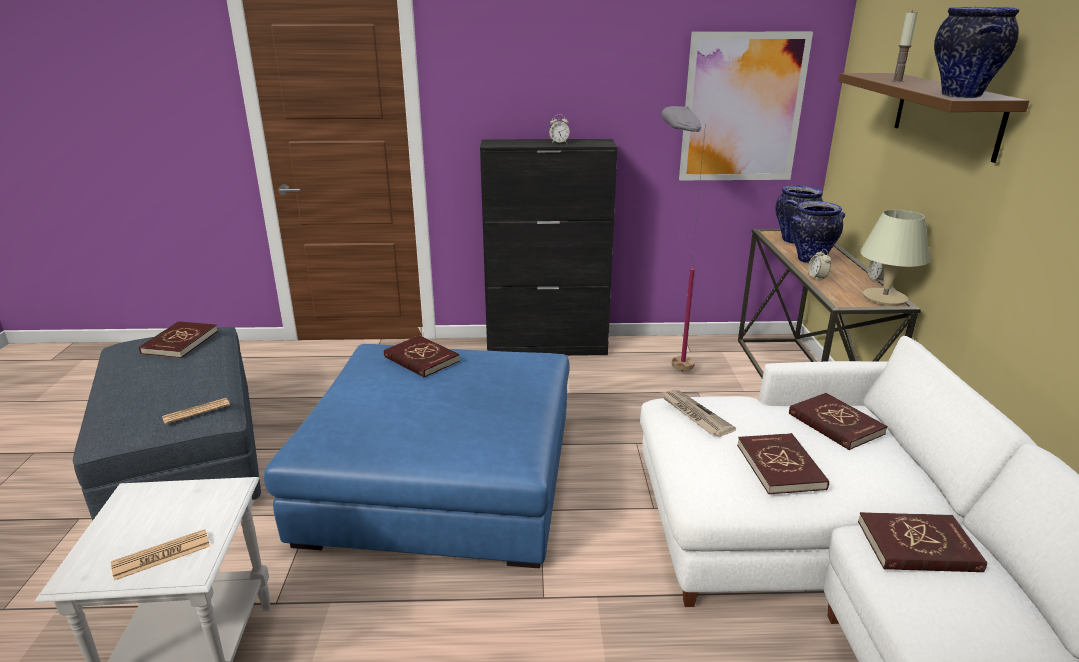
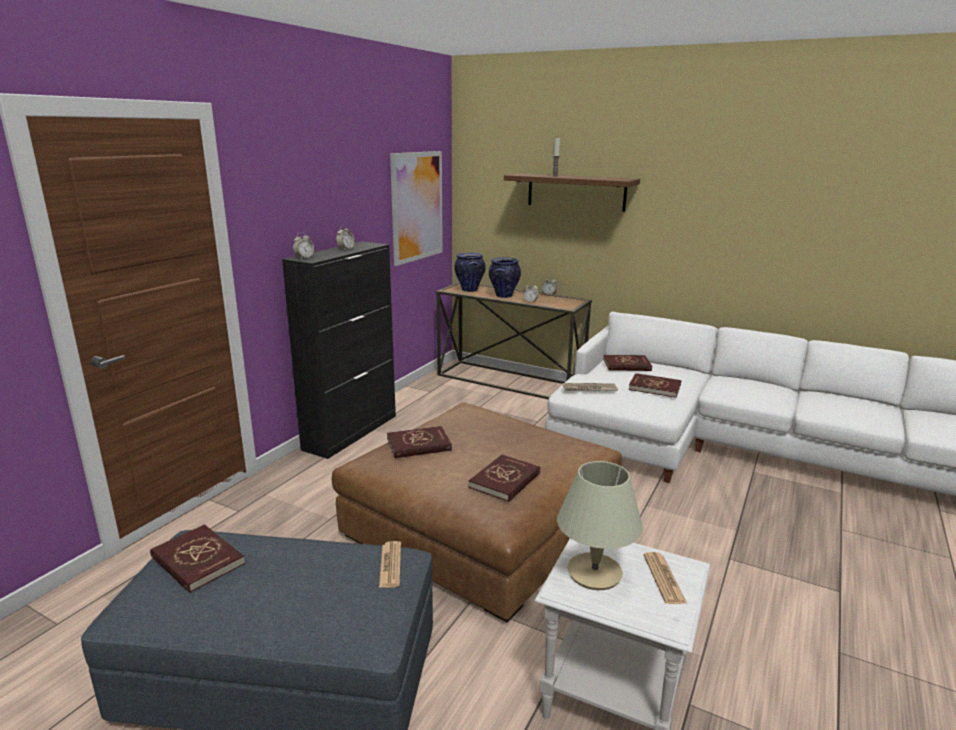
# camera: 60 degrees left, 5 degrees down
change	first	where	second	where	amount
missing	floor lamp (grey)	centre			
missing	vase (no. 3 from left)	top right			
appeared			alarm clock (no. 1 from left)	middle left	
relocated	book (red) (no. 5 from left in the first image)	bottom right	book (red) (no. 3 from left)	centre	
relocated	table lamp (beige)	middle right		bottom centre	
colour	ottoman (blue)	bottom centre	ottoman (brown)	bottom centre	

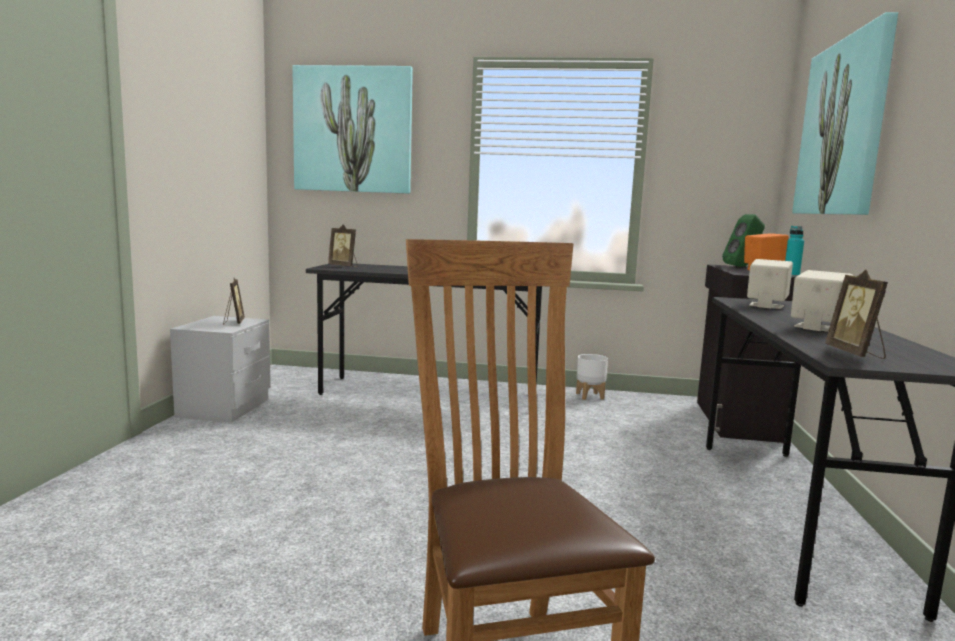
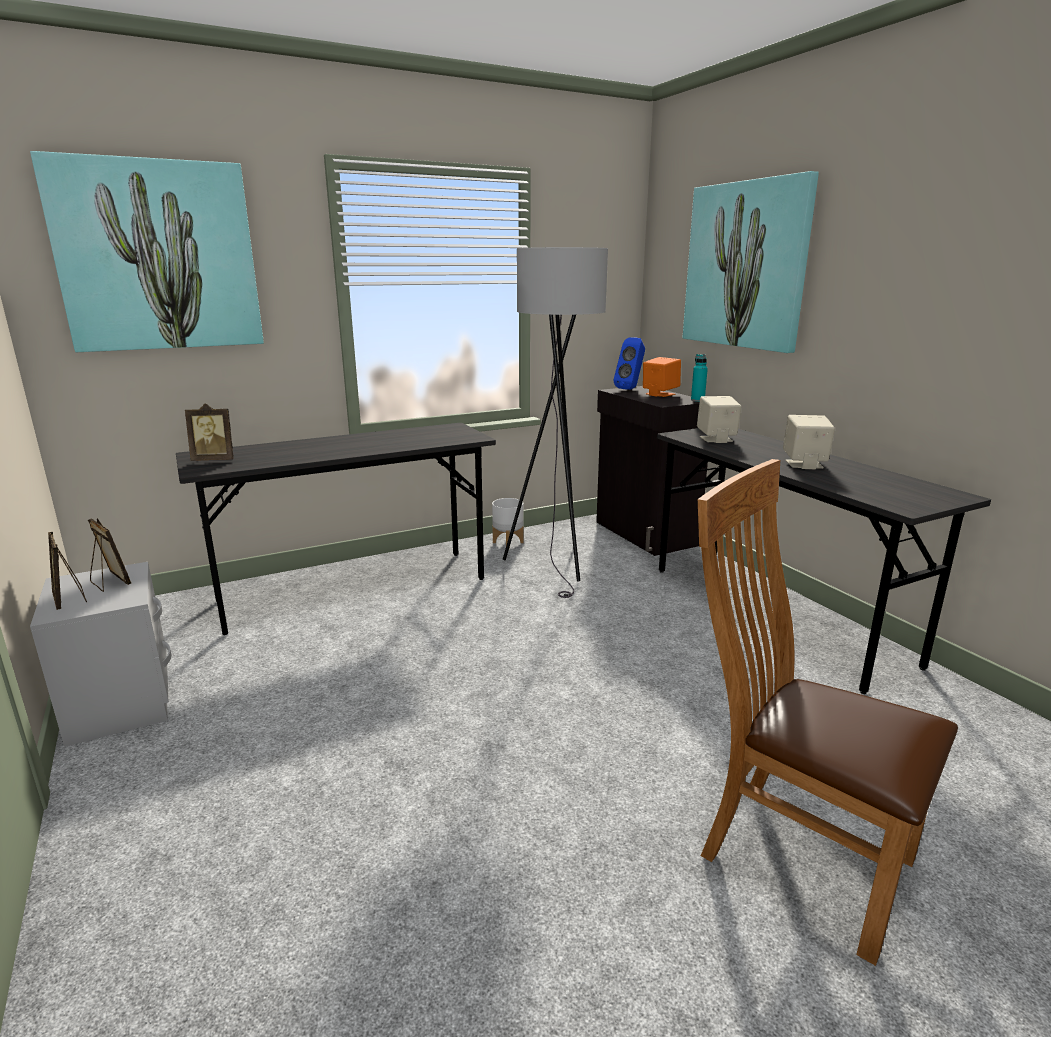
# camera: 35 degrees left, 10 degrees up
change	first	where	second	where	amount
appeared			floor lamp (grey)	centre	
relocated	picture frame (no. 3 from left in the first image)	middle right	picture frame (no. 1 from left)	middle left	
colour	speaker (green)	middle right	speaker (blue)	centre	

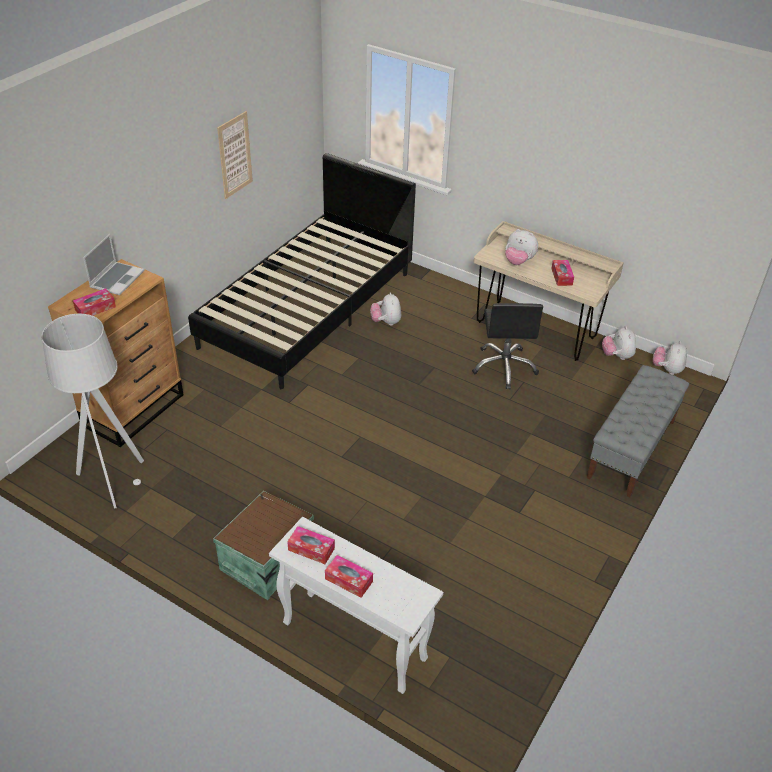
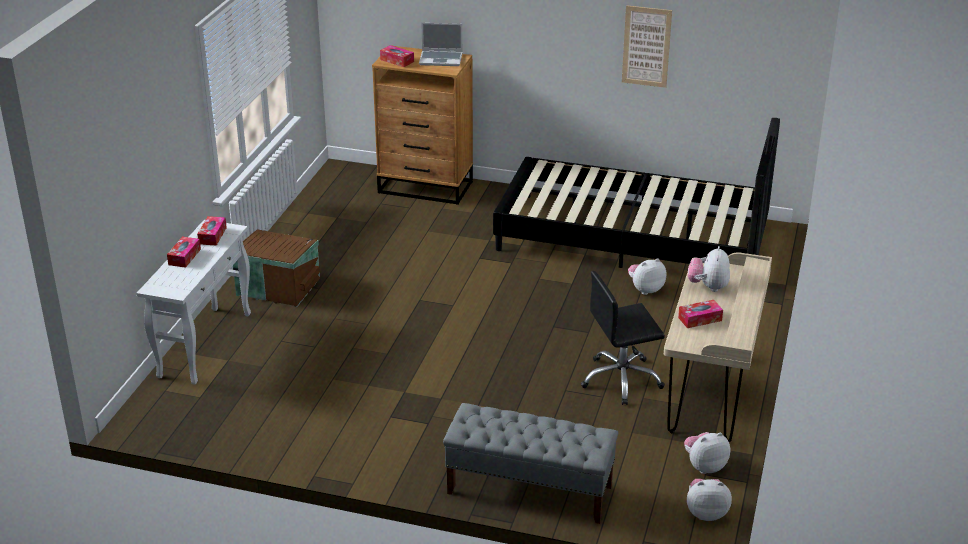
# camera: 75 degrees right, 10 degrees down
change	first	where	second	where	amount
missing	floor lamp (grey)	middle left			

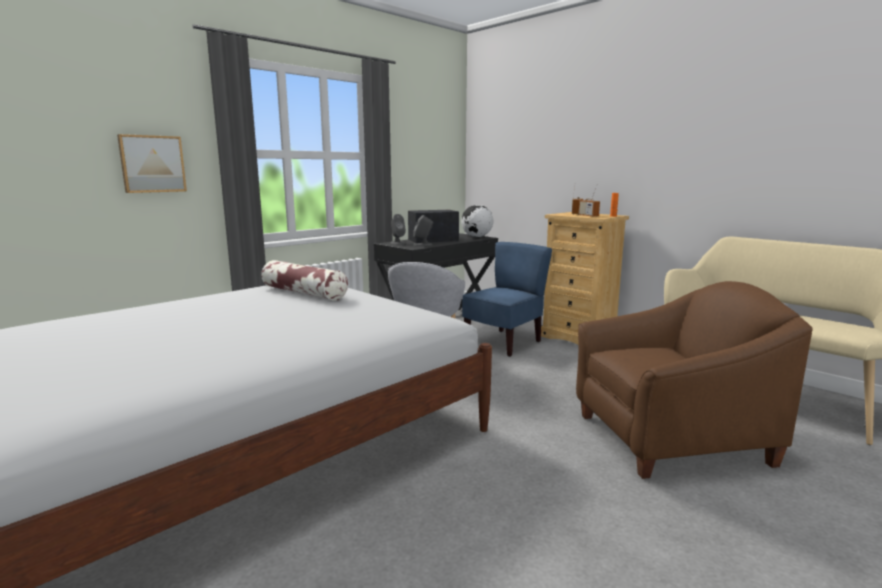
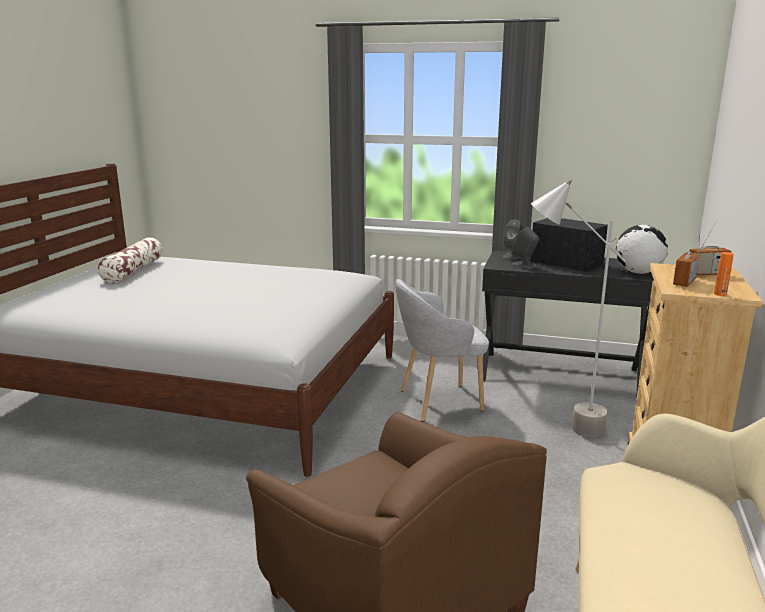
# camera: 60 degrees right, 5 degrees up
change	first	where	second	where	amount
missing	picture	top left			
relocated	pillow	centre		middle left	
exchanged	chair (blue)	centre	floor lamp (grey)	middle right	

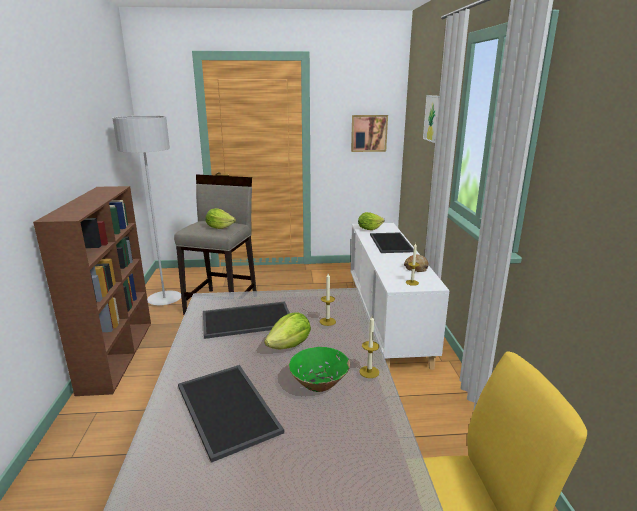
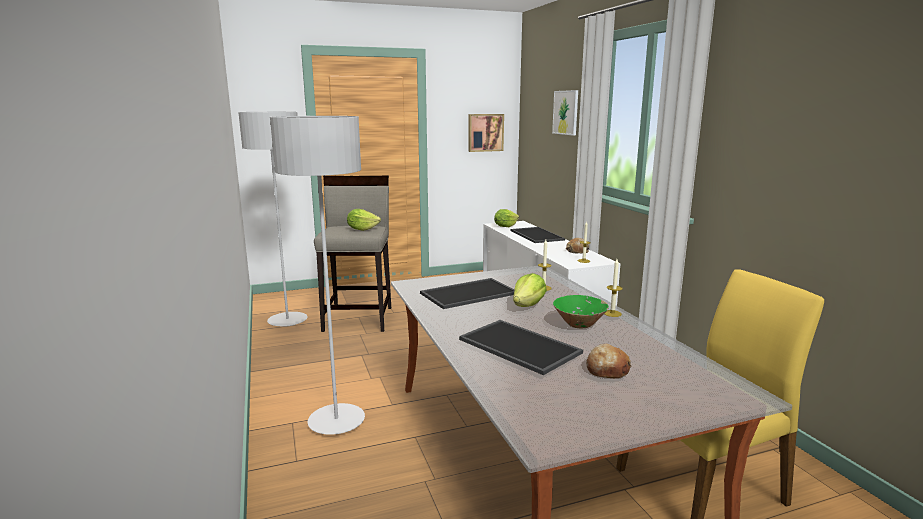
# camera: 15 degrees left, 5 degrees down
change	first	where	second	where	amount
missing	bookcase (brown)	middle left			
appeared			floor lamp (grey) (no. 2 from left)	centre	
appeared			bread (no. 2 from left)	bottom centre	

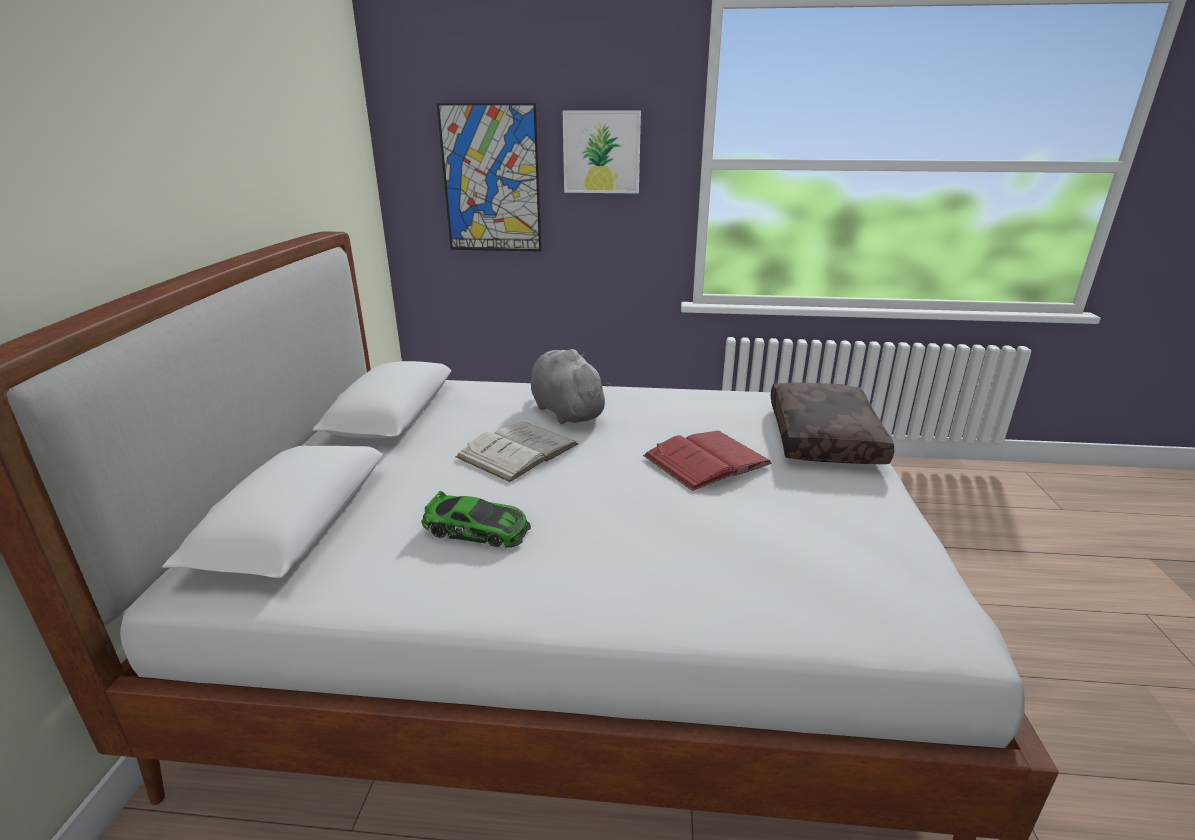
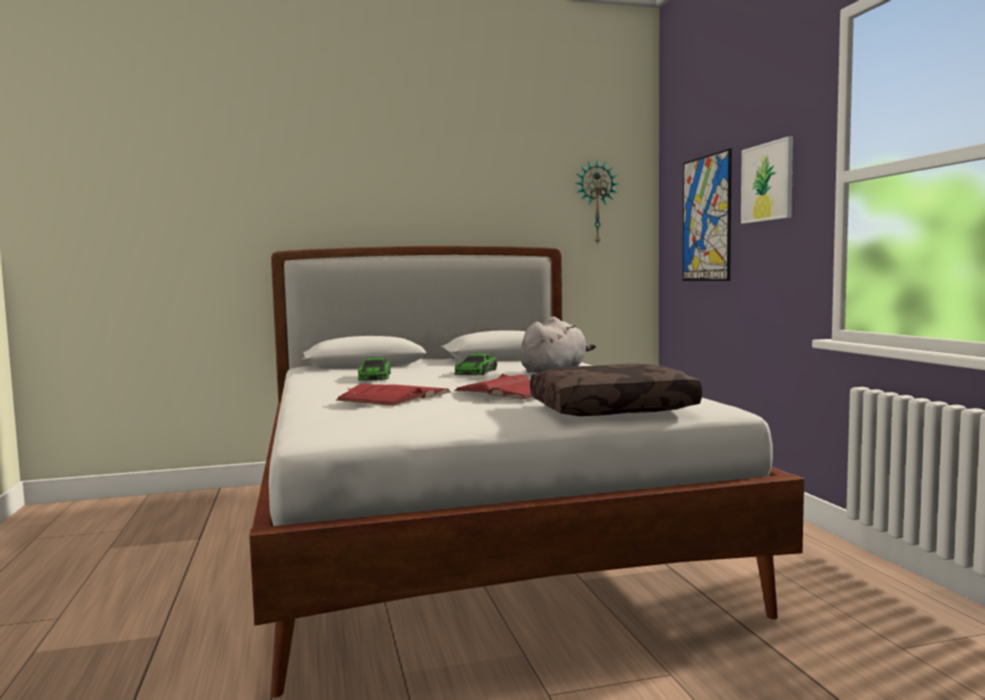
# camera: 70 degrees right, 20 degrees down
change	first	where	second	where	amount
appeared			book (red) (no. 1 from left)	centre	
appeared			wall clock	top centre	
exchanged	book (white)	centre	toy car (no. 2 from left)	centre	

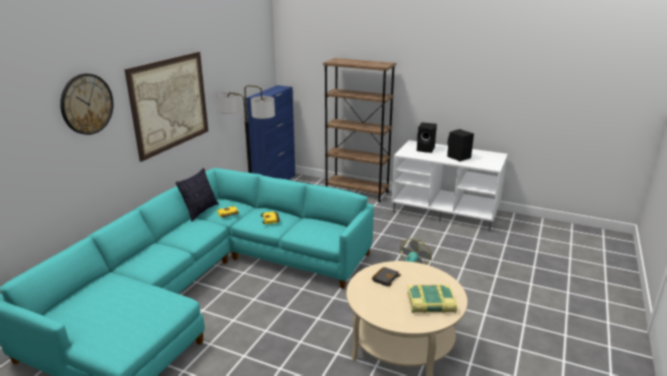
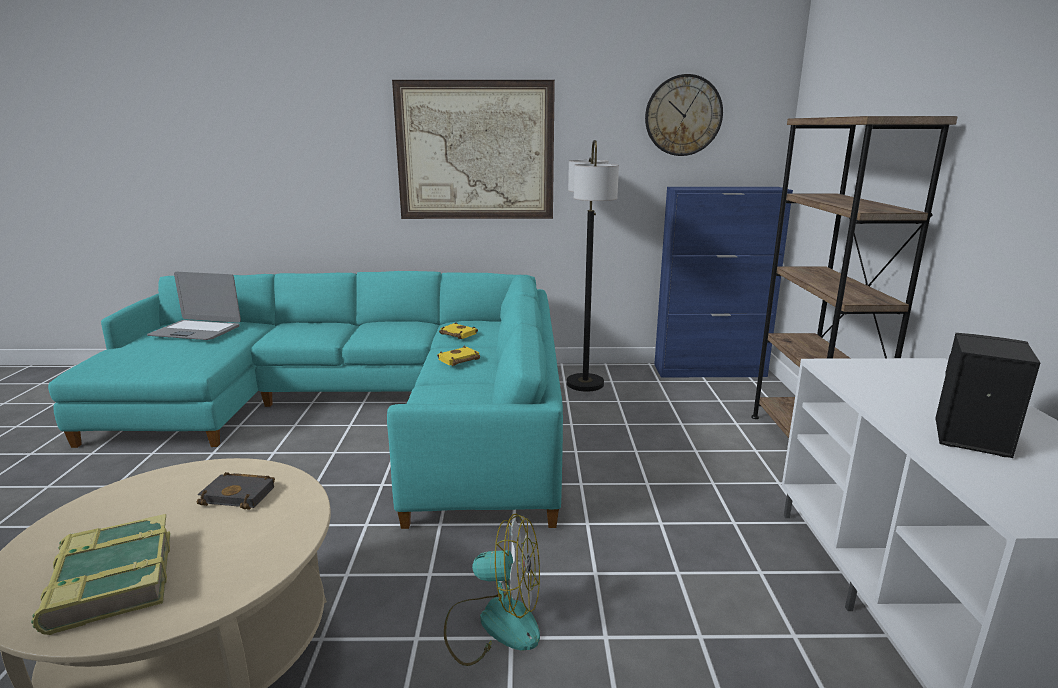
# camera: 65 degrees right, 5 degrees down
change	first	where	second	where	amount
missing	pillow	middle left			
missing	speaker (black) (no. 1 from left)	centre			
appeared			laptop	middle left	
relocated	wall clock	top left		top centre	

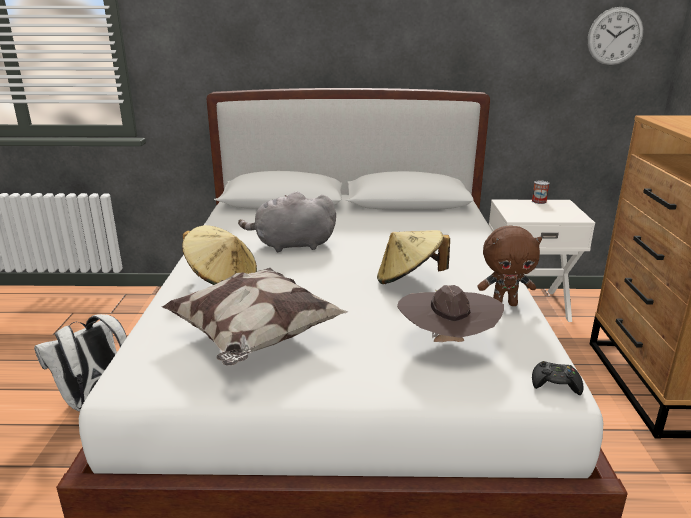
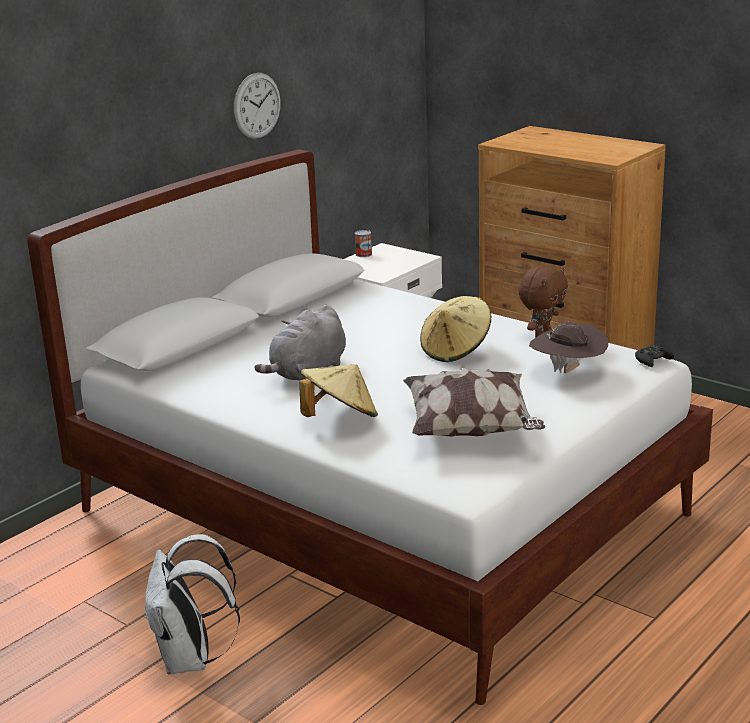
# camera: 50 degrees left, 0 degrees up
change	first	where	second	where	amount
relocated	wall clock	top right		top centre	

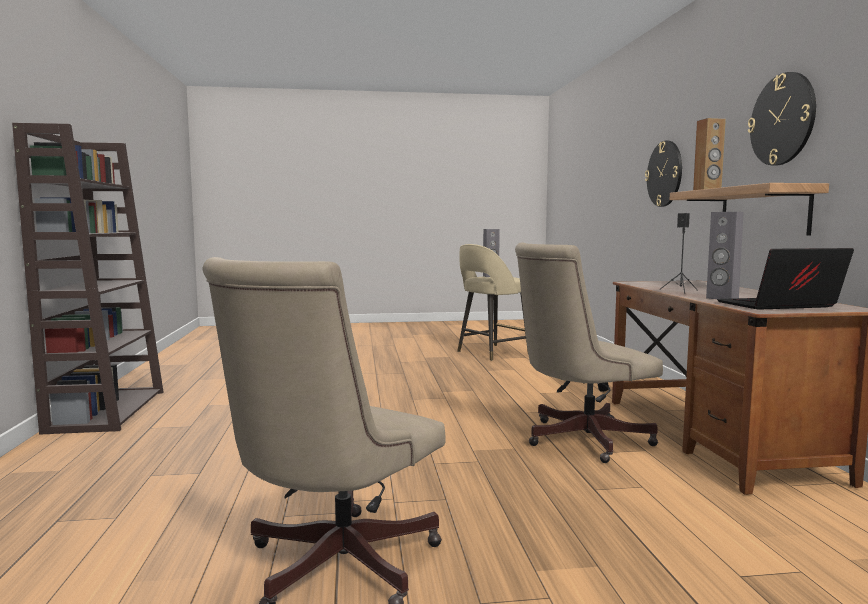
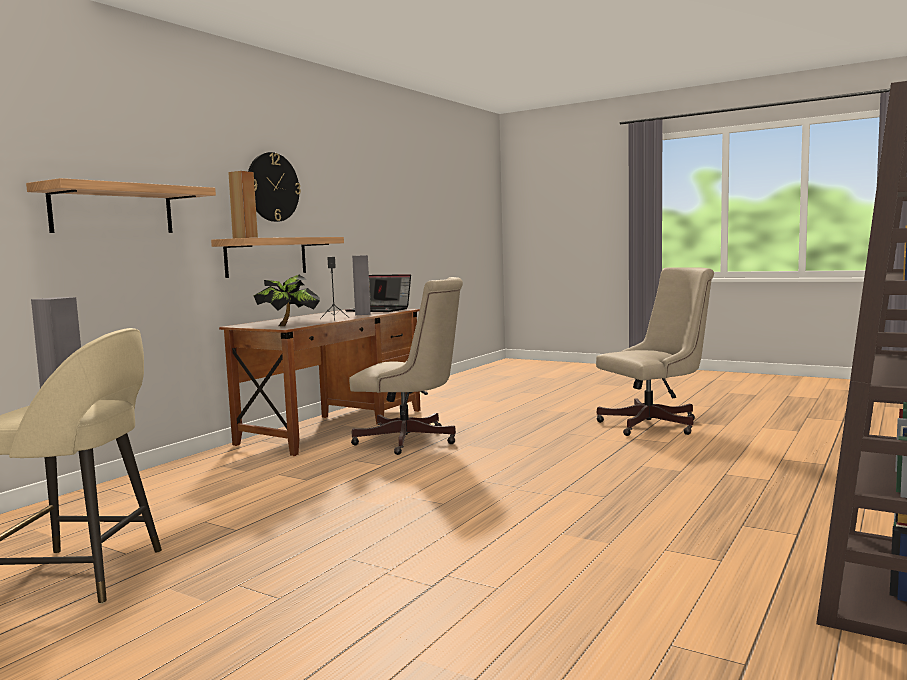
# camera: 140 degrees left, 0 degrees up
change	first	where	second	where	amount
appeared			potted plant	middle left	
exchanged	wall clock (no. 1 from left)	top right	shelf (no. 1 from left)	top left	

